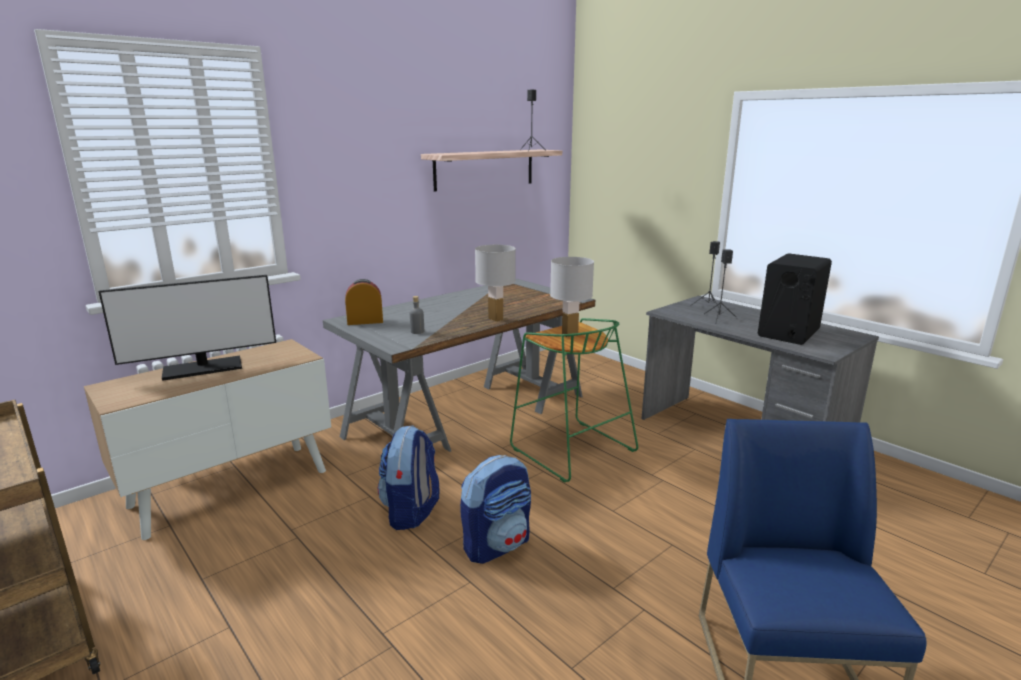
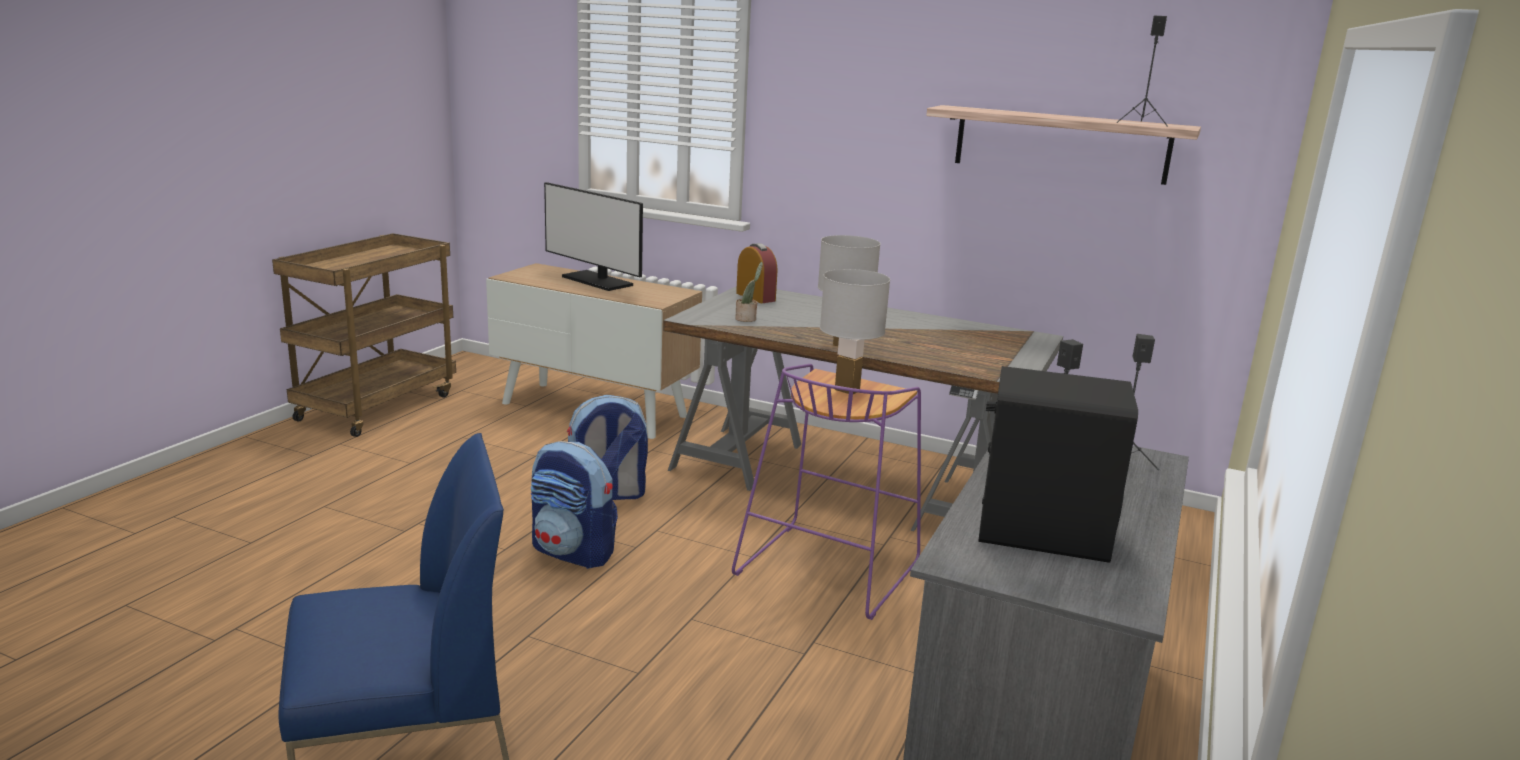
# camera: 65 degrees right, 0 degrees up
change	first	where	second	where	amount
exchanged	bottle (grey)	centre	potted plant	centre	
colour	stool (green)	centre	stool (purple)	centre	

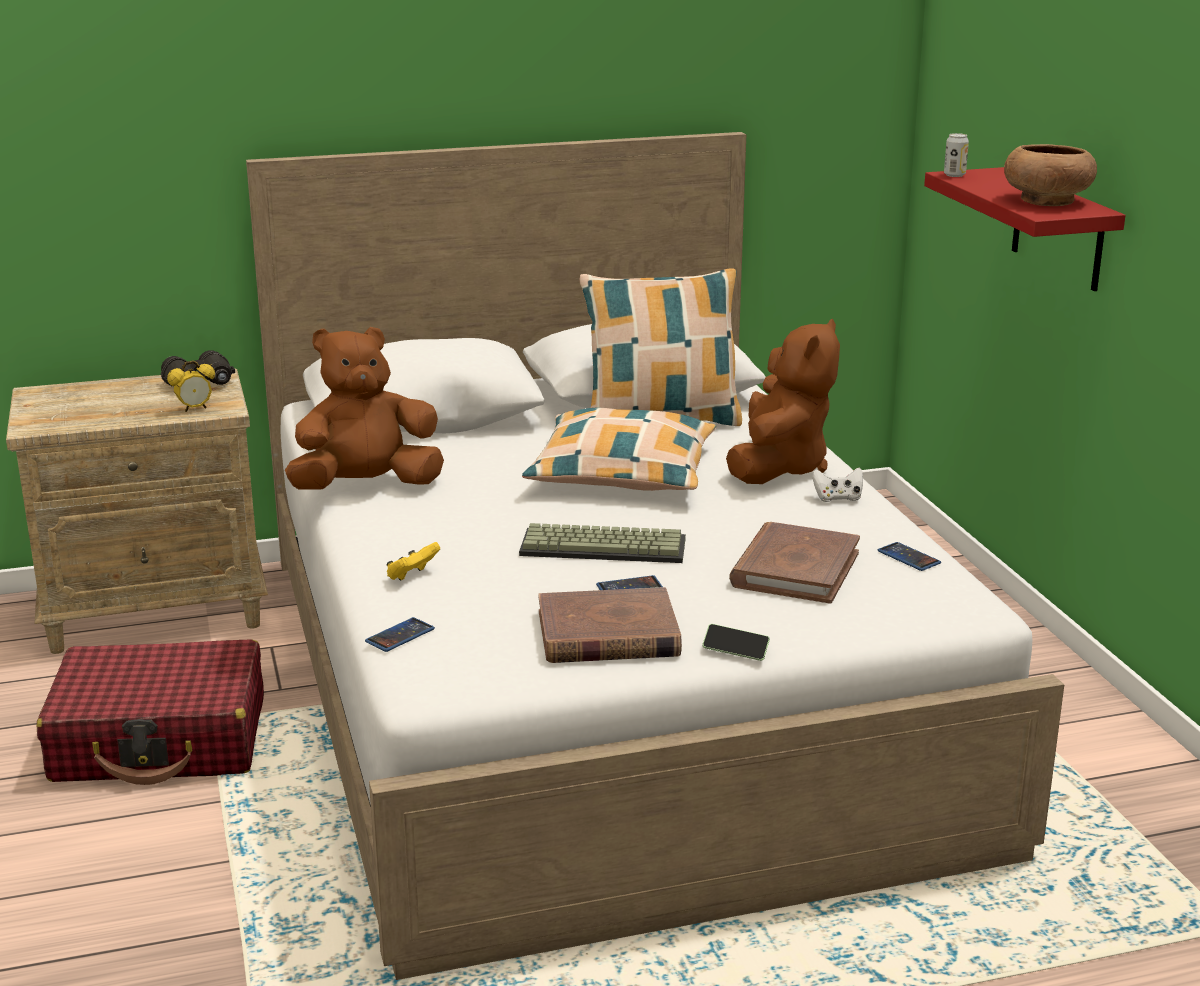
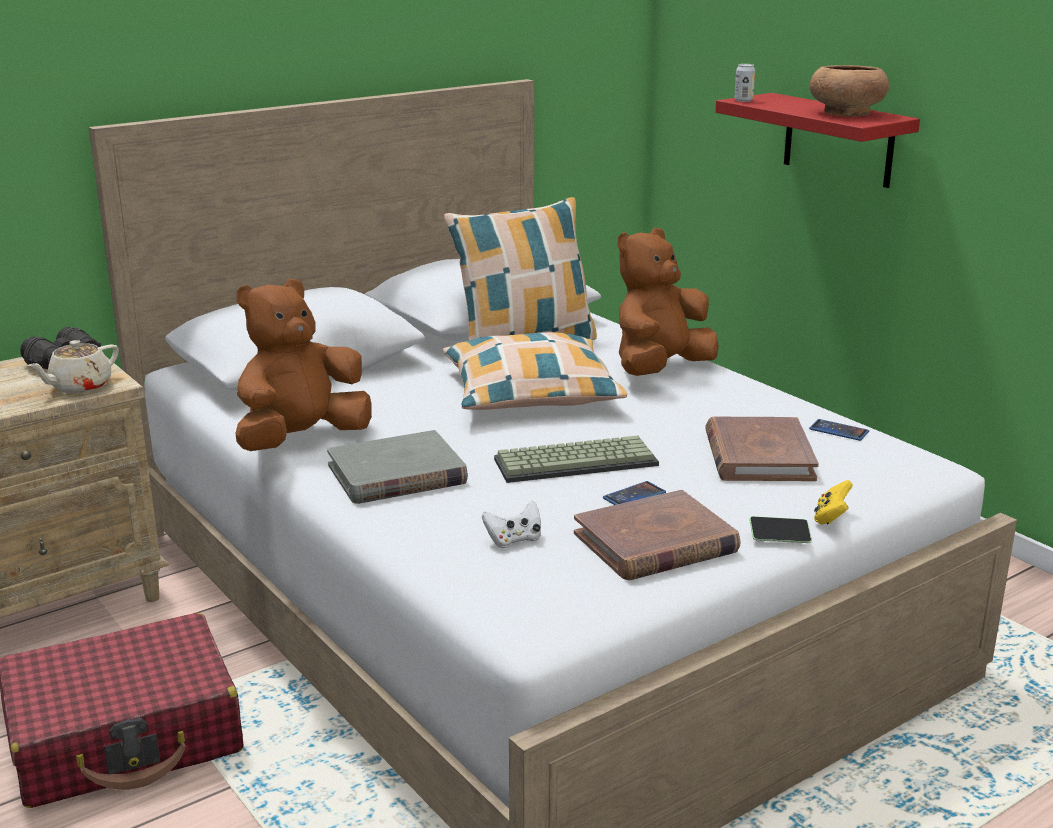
# camera: 20 degrees left, 0 degrees up
change	first	where	second	where	amount
missing	phone (no. 1 from left)	centre			
appeared			book (grey)	centre	
relocated	game controller (yellow)	centre		middle right	
relocated	game controller (white)	middle right		centre	
exchanged	alarm clock	middle left	teapot (beige)	middle left	
spun	plush toy (brown) (no. 2 from left)	centre		centre	135 degrees counterclockwise

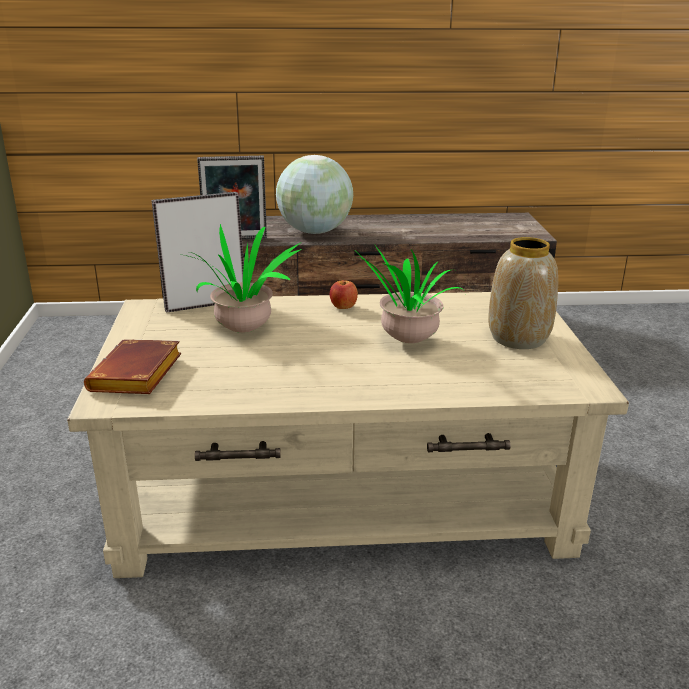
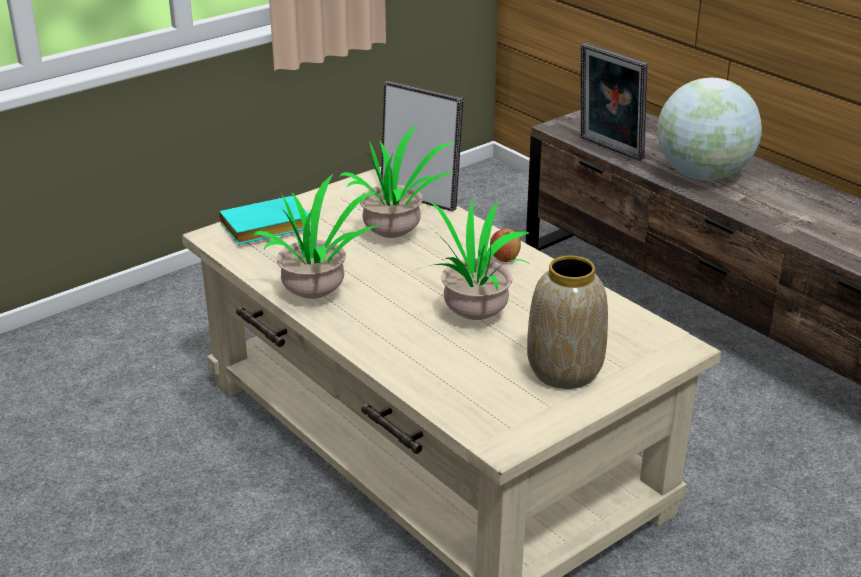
# camera: 55 degrees right, 5 degrees up
change	first	where	second	where	amount
appeared			potted plant (no. 1 from left)	centre	
colour	book (brown)	middle left	book (turquoise)	middle left	

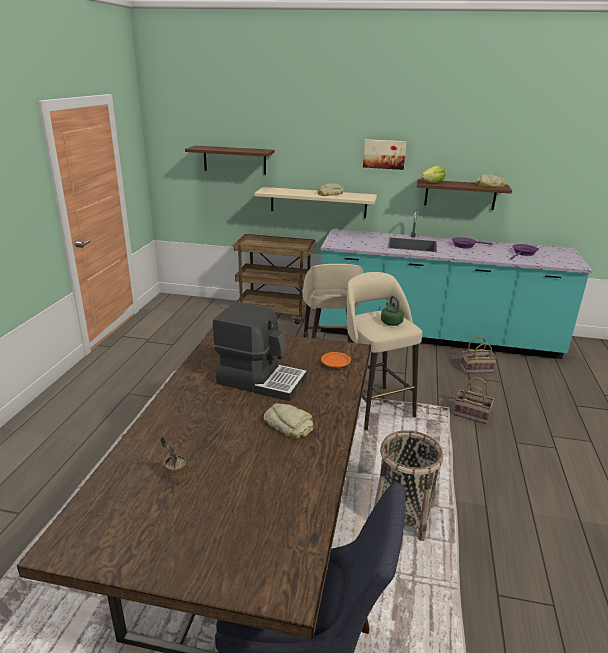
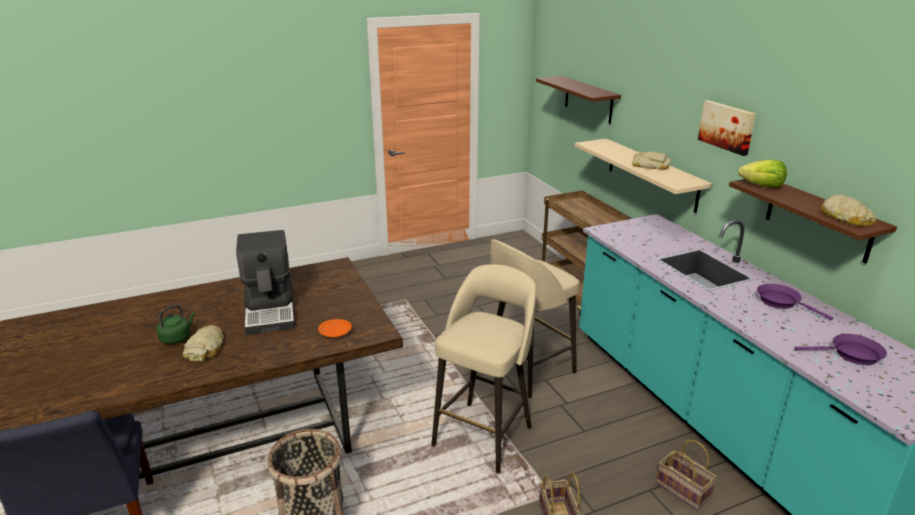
# camera: 55 degrees right, 0 degrees up
change	first	where	second	where	amount
missing	potted plant	bottom left			
relocated	kettle (green)	centre		middle left	

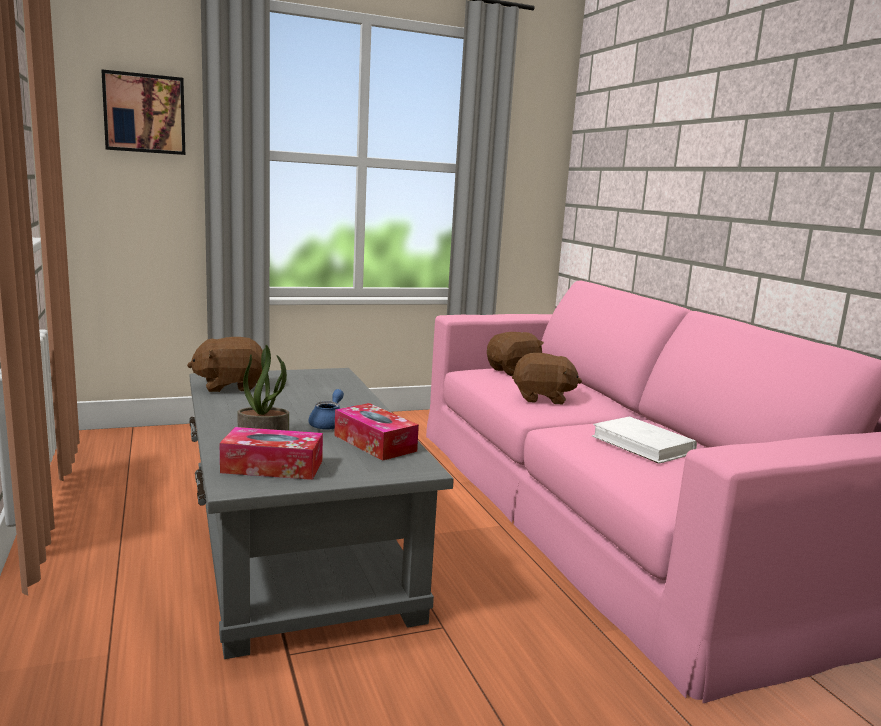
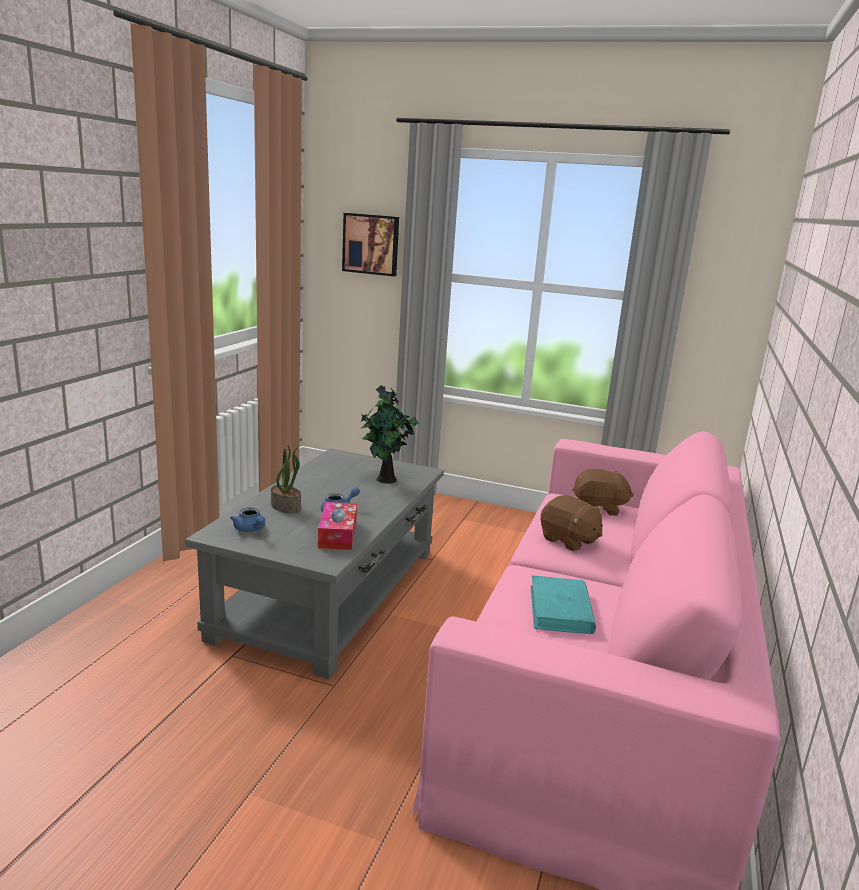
# camera: 40 degrees right, 5 degrees up
change	first	where	second	where	amount
missing	plush toy (brown) (no. 1 from left)	middle left			
appeared			potted plant (no. 2 from left)	centre	
exchanged	tissue box (no. 1 from left)	middle left	teapot (blue) (no. 1 from left)	middle left	
colour	book (white)	middle right	book (turquoise)	bottom centre	

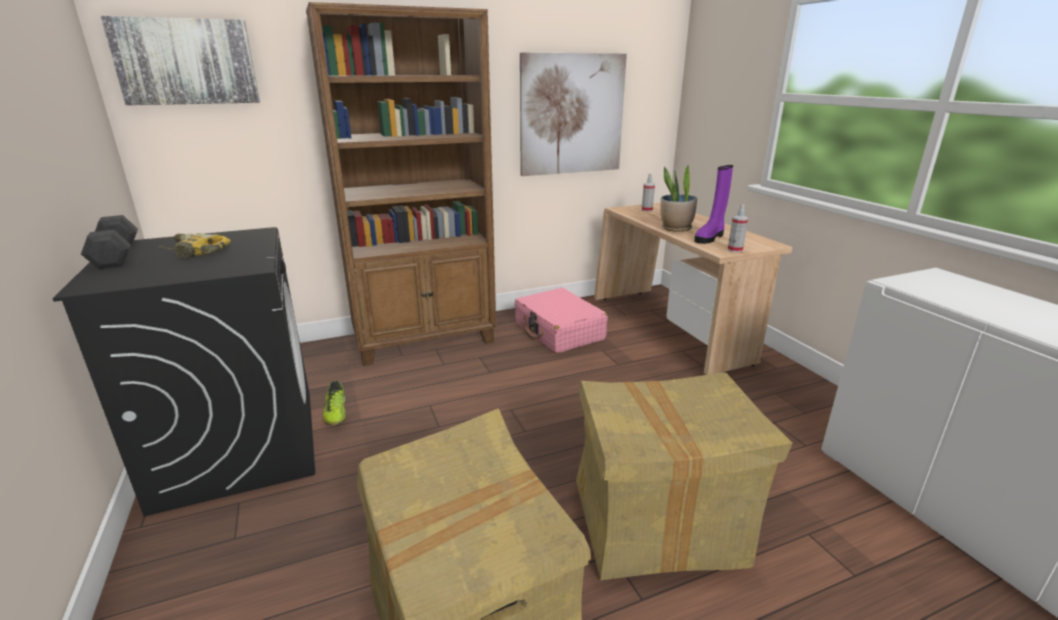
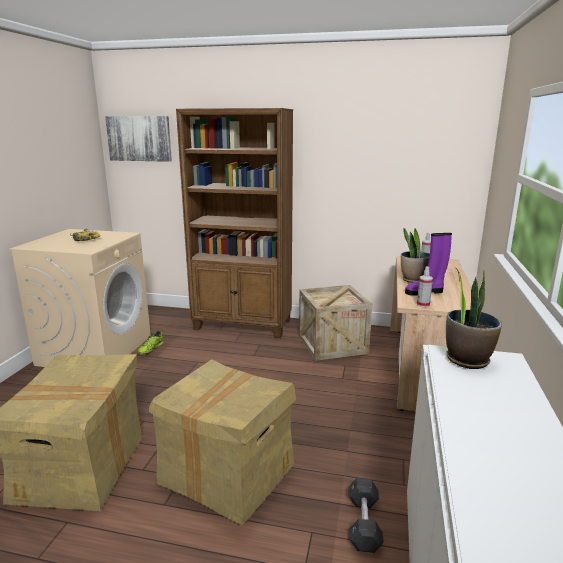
# camera: 35 degrees right, 5 degrees down
change	first	where	second	where	amount
missing	picture (no. 2 from left)	top centre			
appeared			potted plant (no. 2 from left)	middle right	
relocated	dumbbell (grey)	middle left		bottom centre	
exchanged	suitcase (pink)	centre	crate	centre	
colour	washing machine (black)	middle left	washing machine (beige)	middle left	

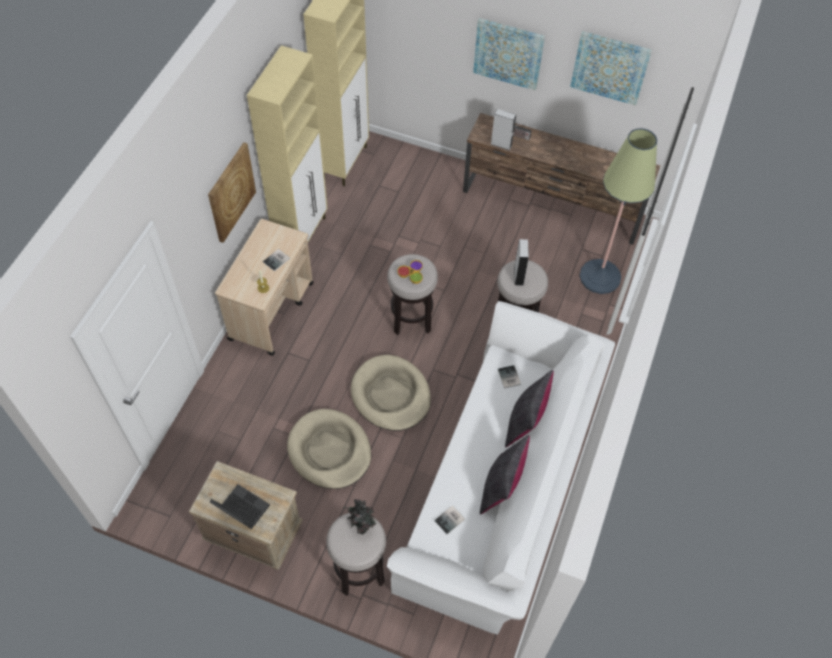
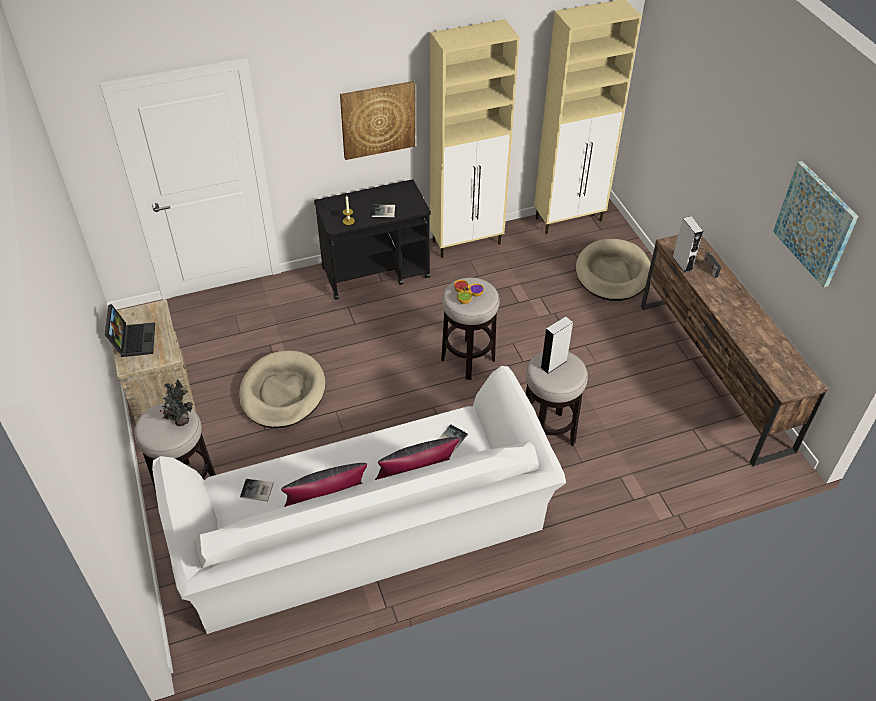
# camera: 50 degrees right, 10 degrees down
change	first	where	second	where	amount
missing	picture (no. 2 from left)	top centre			
missing	floor lamp	top right			
relocated	dog bed (beige) (no. 2 from left)	centre		middle right	
colour	cart (beige)	middle left	cart (black)	centre	

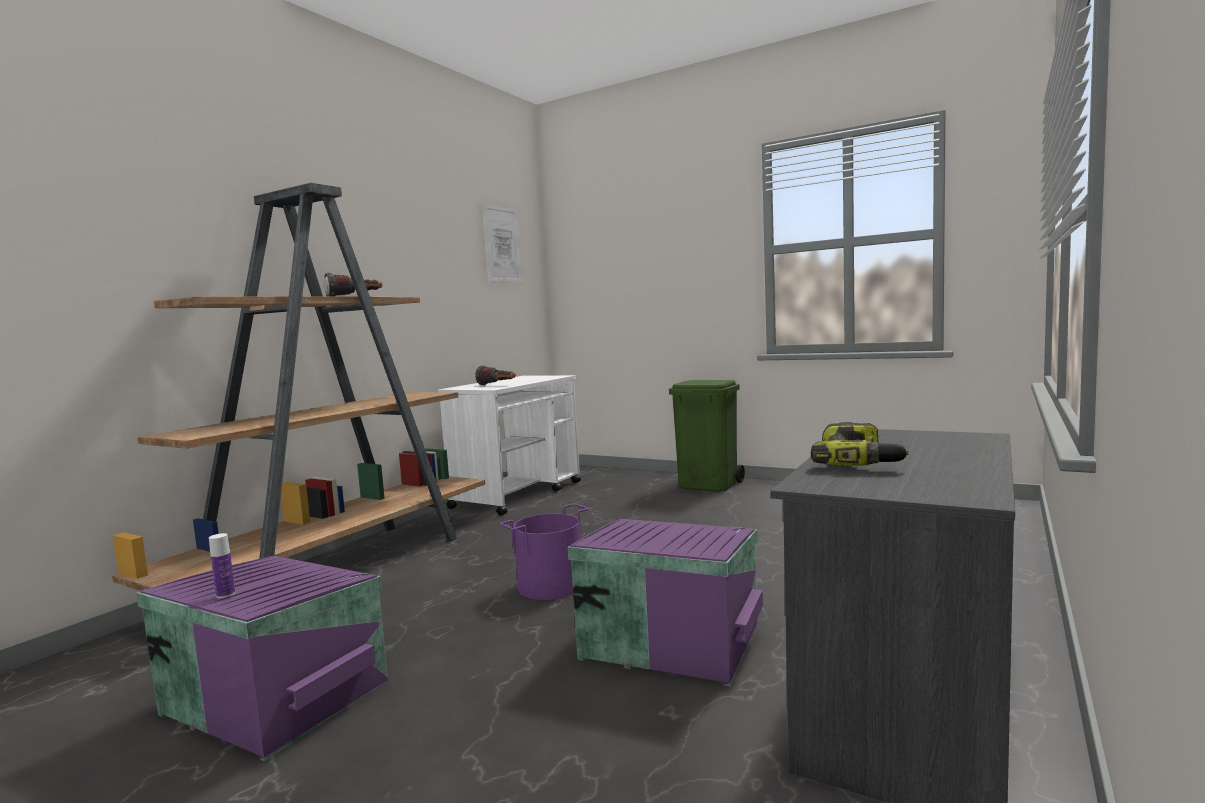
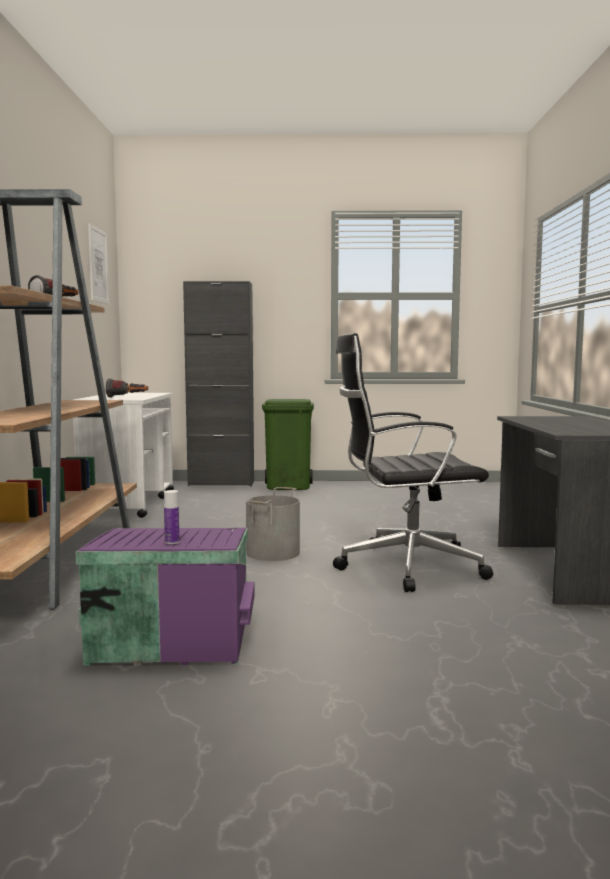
# camera: 30 degrees left, 0 degrees up
change	first	where	second	where	amount
missing	power drill	middle right			
appeared			cabinet (black)	centre	
exchanged	storage box (purple) (no. 2 from left)	bottom centre	office chair (black)	middle right	
colour	bucket (purple)	bottom centre	bucket (grey)	centre	

